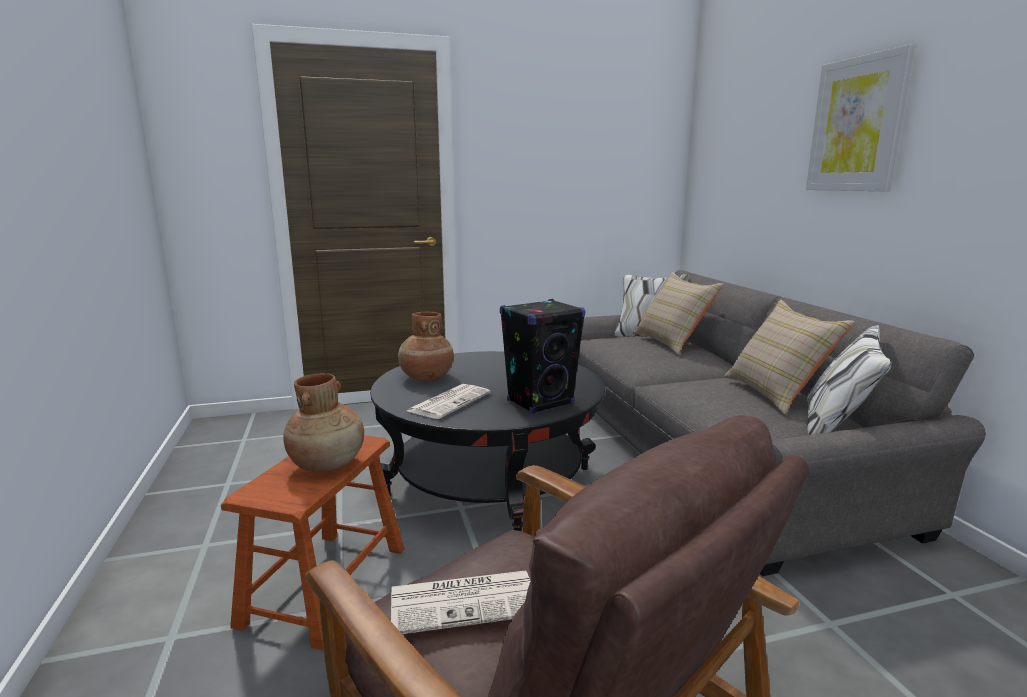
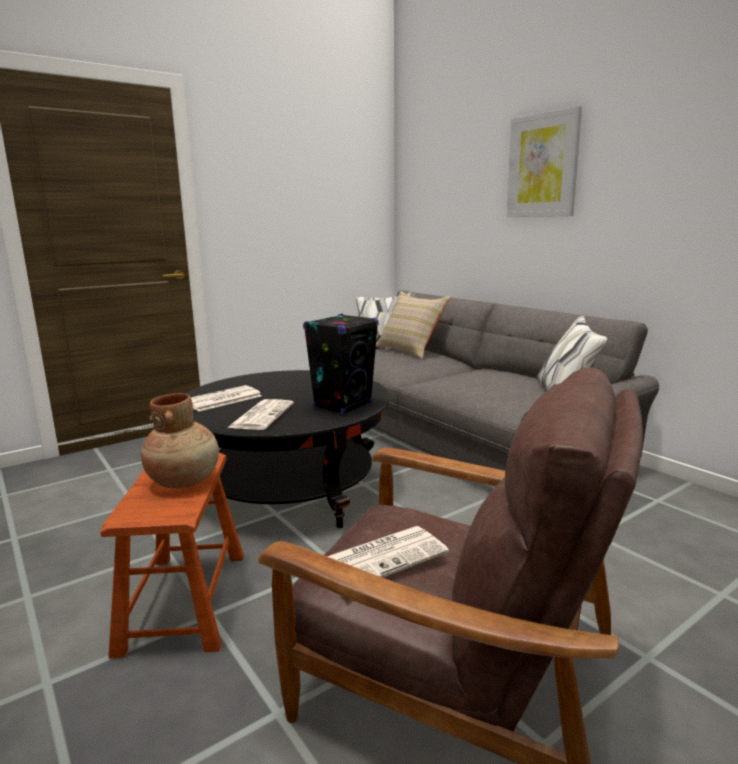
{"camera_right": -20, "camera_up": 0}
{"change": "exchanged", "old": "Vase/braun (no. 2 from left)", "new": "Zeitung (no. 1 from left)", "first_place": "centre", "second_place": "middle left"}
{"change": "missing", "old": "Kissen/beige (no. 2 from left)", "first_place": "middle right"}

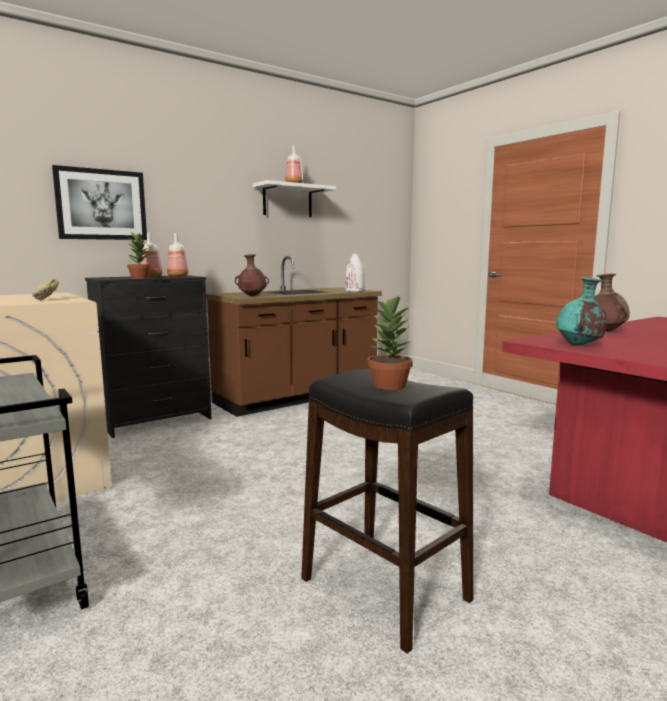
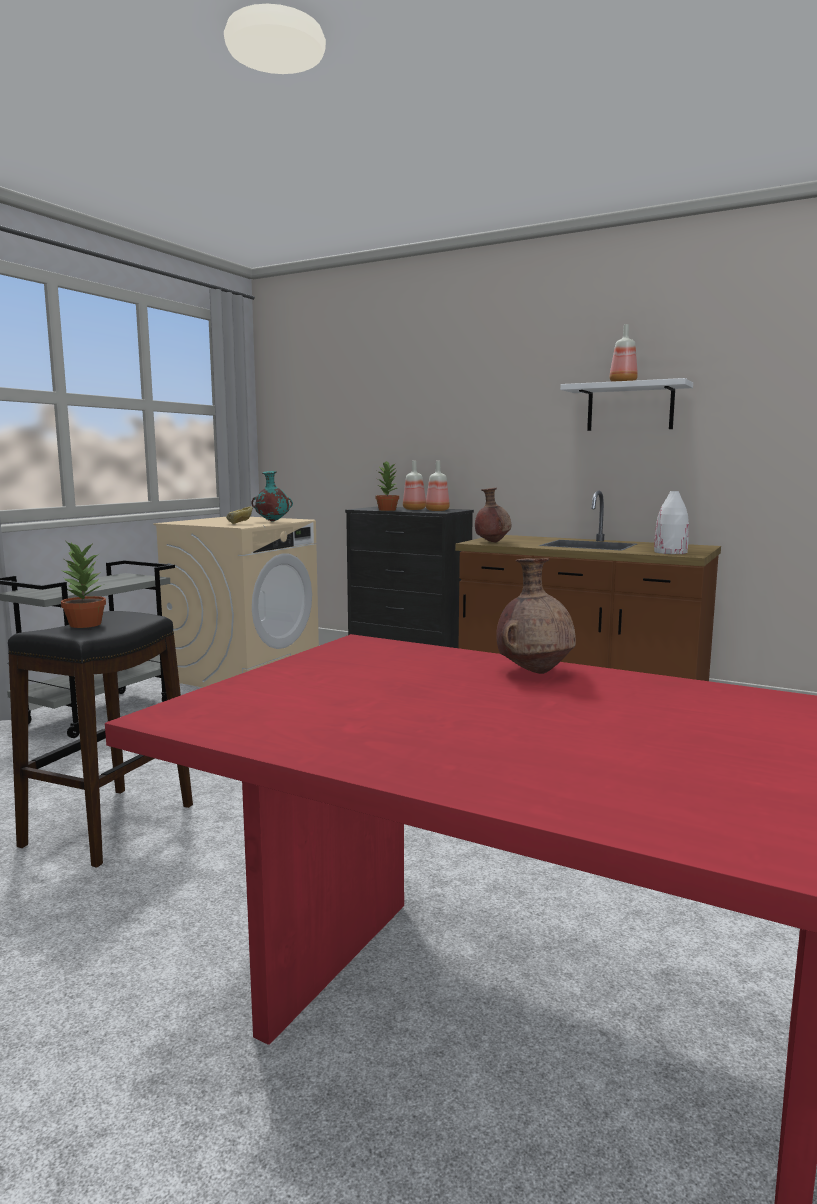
{"camera_right": 65, "camera_up": 0}
{"change": "relocated", "old": "Vase/türkis", "first_place": "middle right", "second_place": "middle left"}
{"change": "missing", "old": "Bild", "first_place": "top left"}

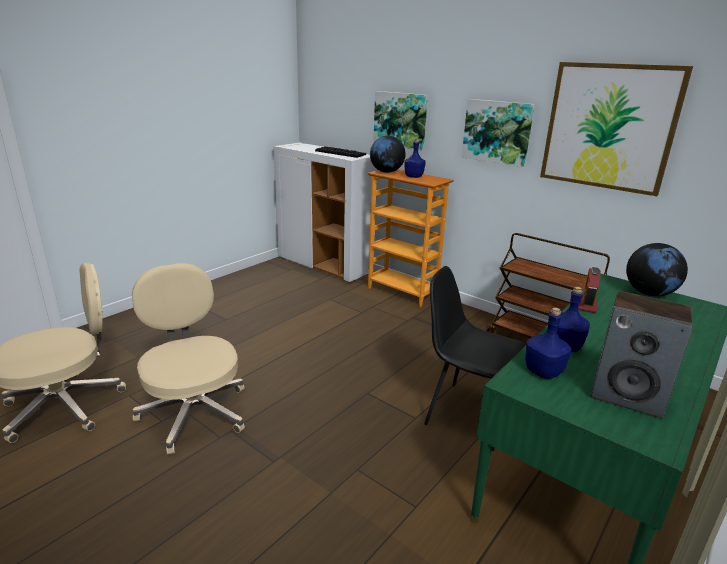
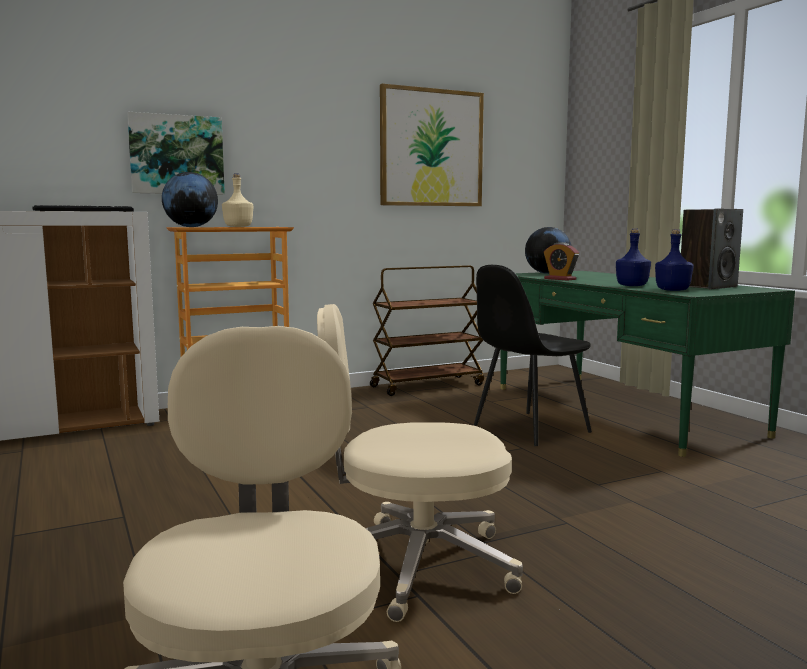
{"camera_right": -65, "camera_up": -15}
{"change": "colour", "old": "Flasche/blau (no. 1 from left)", "new": "Flasche/beige", "first_place": "top centre", "second_place": "top left"}
{"change": "missing", "old": "Bild (no. 2 from left)", "first_place": "top right"}

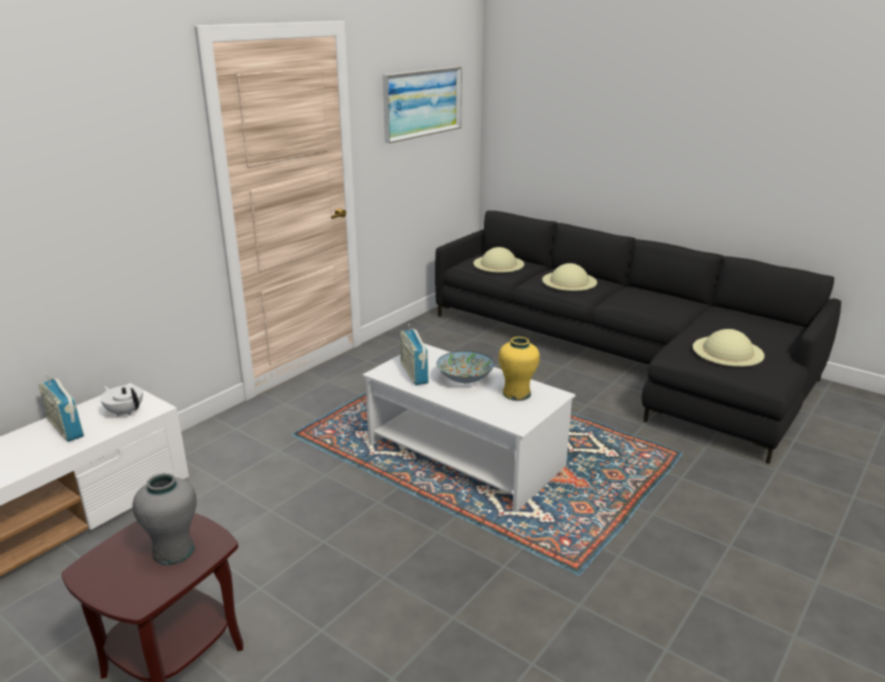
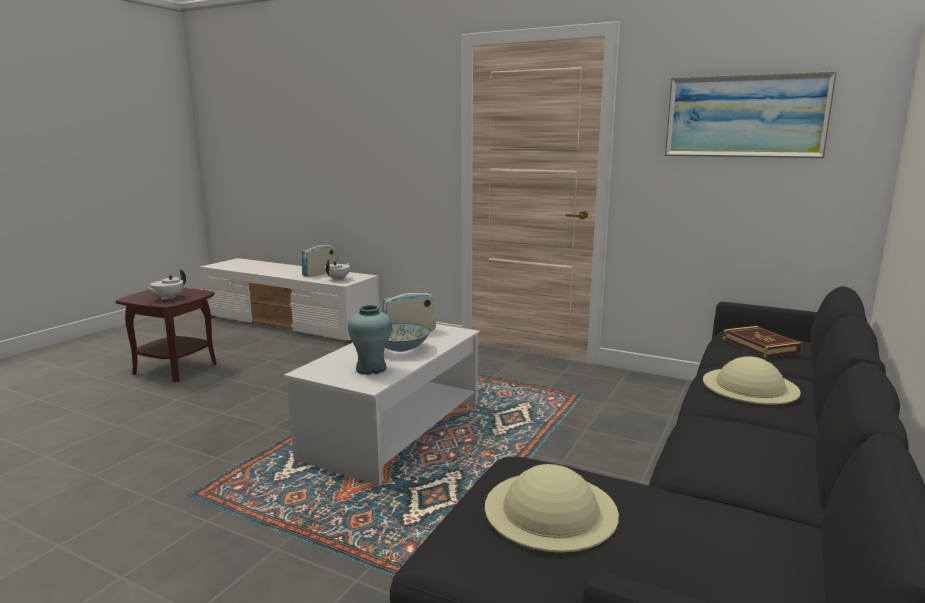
{"camera_right": 80, "camera_up": -10}
{"change": "exchanged", "old": "Vase/grau", "new": "Teekanne/weiß (no. 1 from left)", "first_place": "bottom left", "second_place": "middle left"}
{"change": "colour", "old": "Vase/gelb", "new": "Vase/türkis", "first_place": "centre", "second_place": "centre"}
{"change": "exchanged", "old": "Hut/beige (no. 1 from left)", "new": "Buch", "first_place": "centre", "second_place": "middle right"}

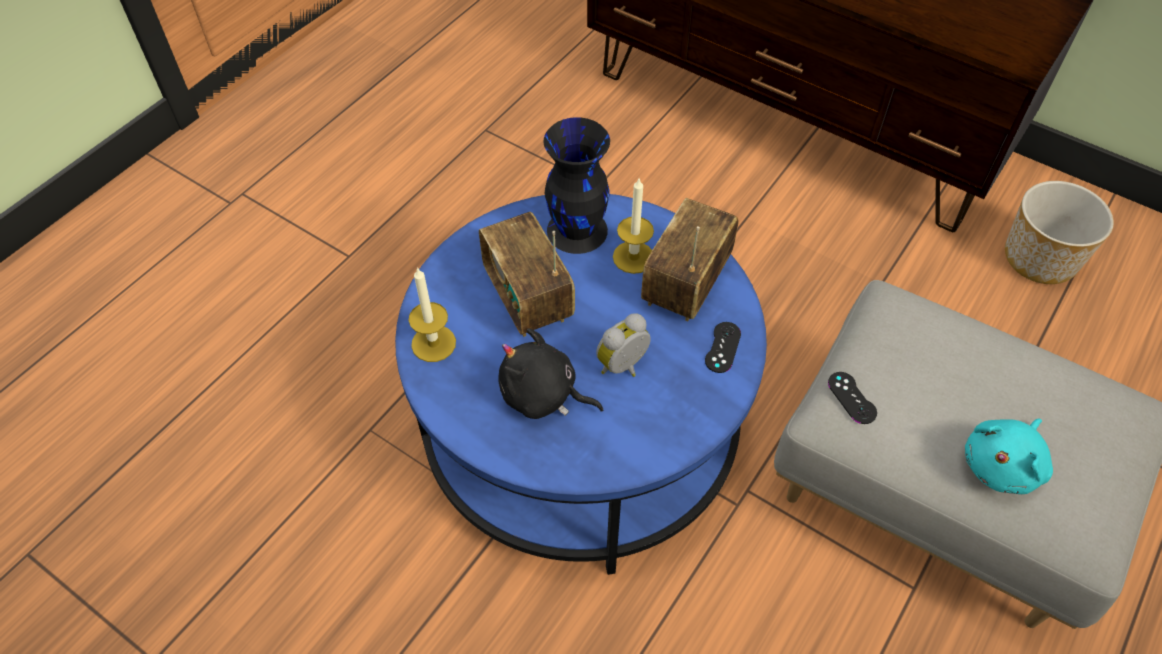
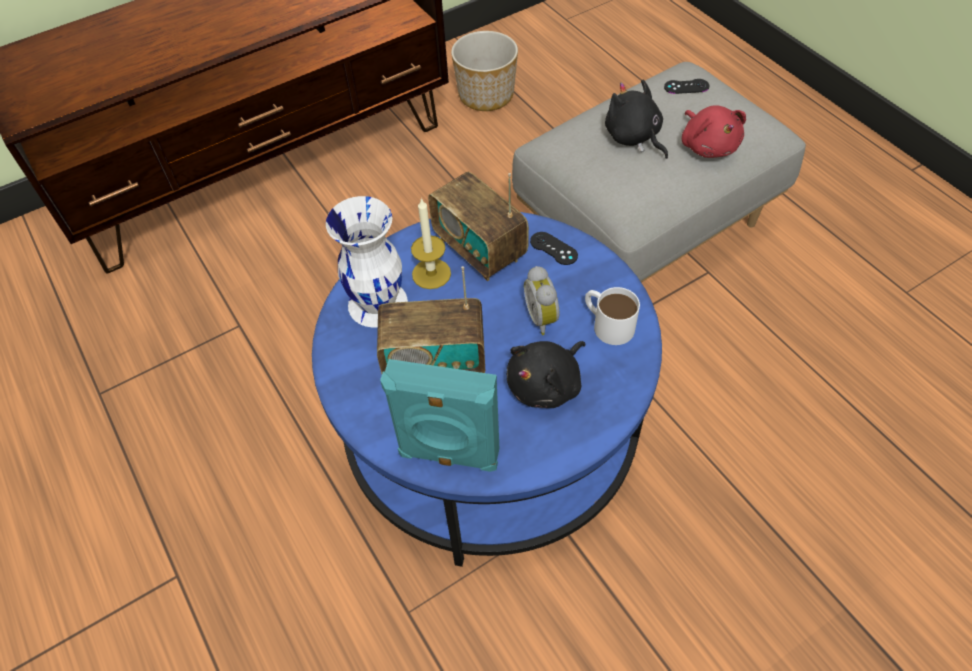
{"camera_right": -65, "camera_up": 0}
{"change": "colour", "old": "Vase/schwarz", "new": "Vase/weiß", "first_place": "top centre", "second_place": "centre"}
{"change": "exchanged", "old": "Kerze (no. 1 from left)", "new": "Lautsprecher/türkis", "first_place": "centre", "second_place": "centre"}
{"change": "appeared", "new": "Henkelbecher/weiß", "second_place": "centre"}
{"change": "appeared", "new": "Plüschtier/schwarz (no. 2 from left)", "second_place": "top centre"}
{"change": "relocated", "old": "Gamepad/schwarz (no. 2 from left)", "first_place": "middle right", "second_place": "top right"}
{"change": "colour", "old": "Plüschtier/türkis", "new": "Plüschtier/rot", "first_place": "bottom right", "second_place": "top right"}

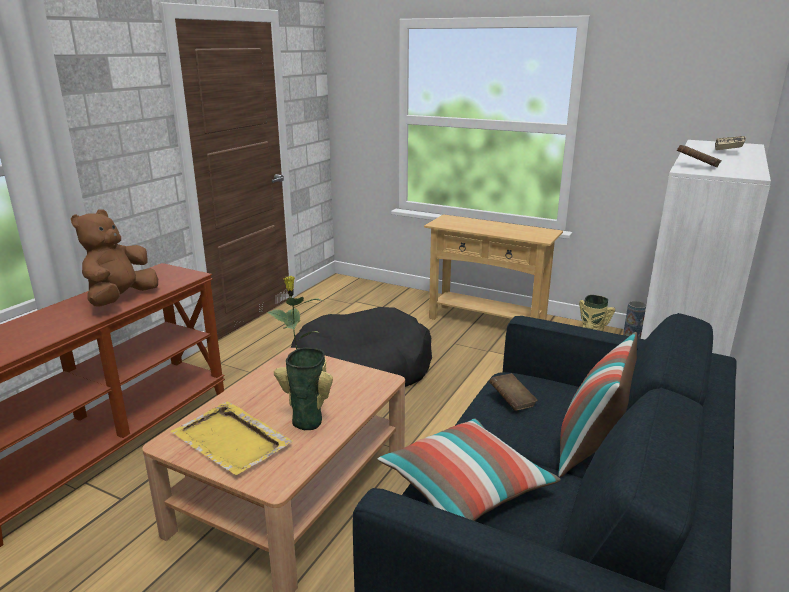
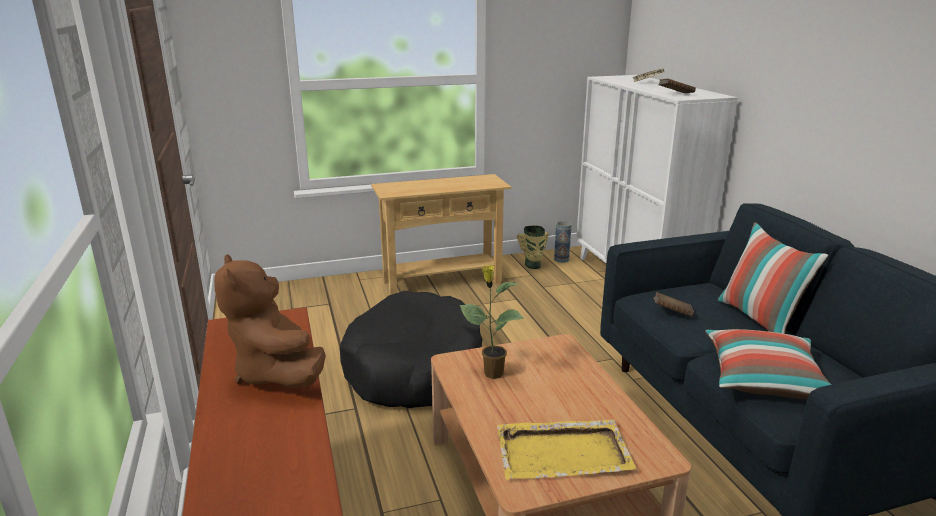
{"camera_right": -45, "camera_up": 0}
{"change": "missing", "old": "Vase (no. 1 from left)", "first_place": "centre"}

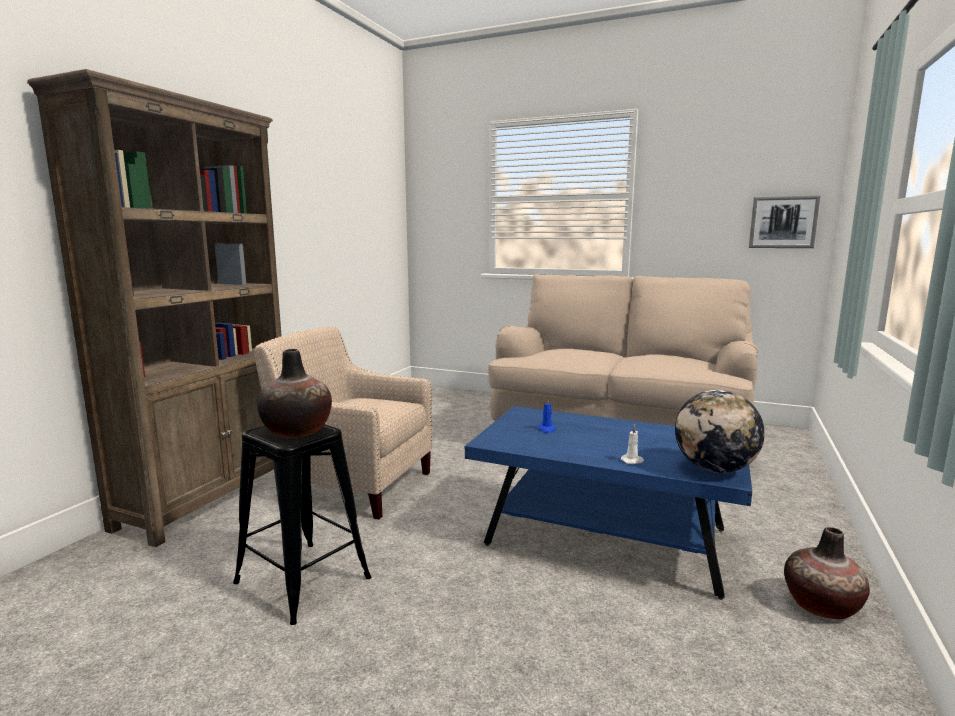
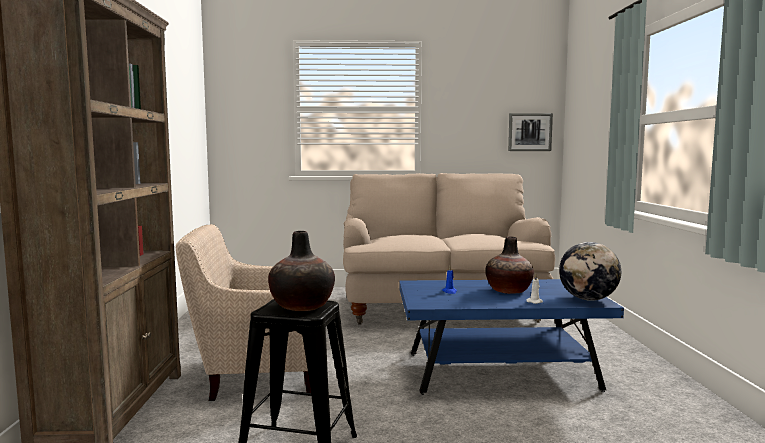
{"camera_right": -25, "camera_up": -5}
{"change": "relocated", "old": "Vase (no. 2 from left)", "first_place": "bottom right", "second_place": "centre"}

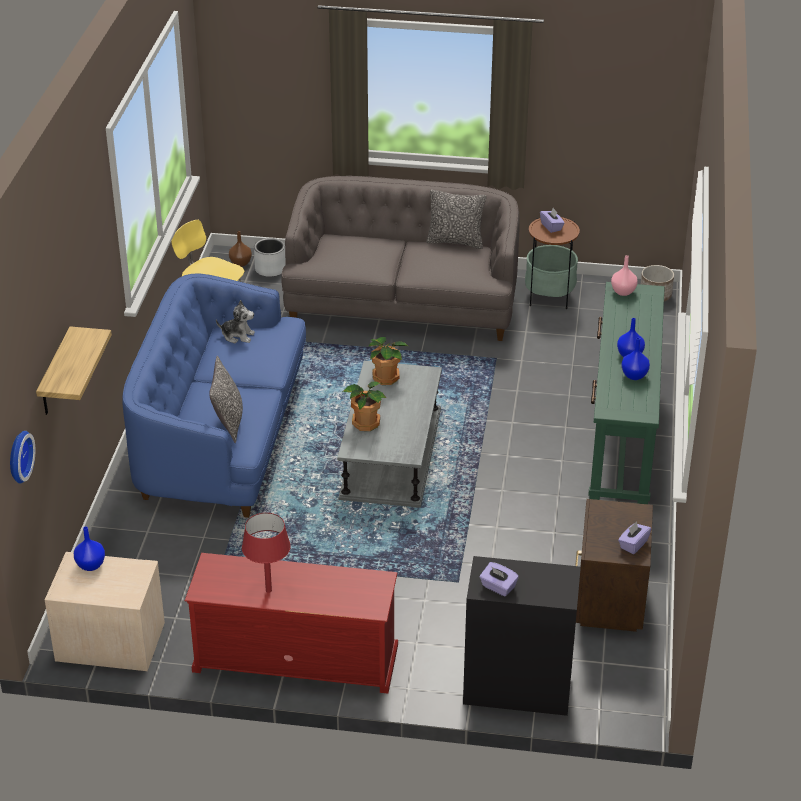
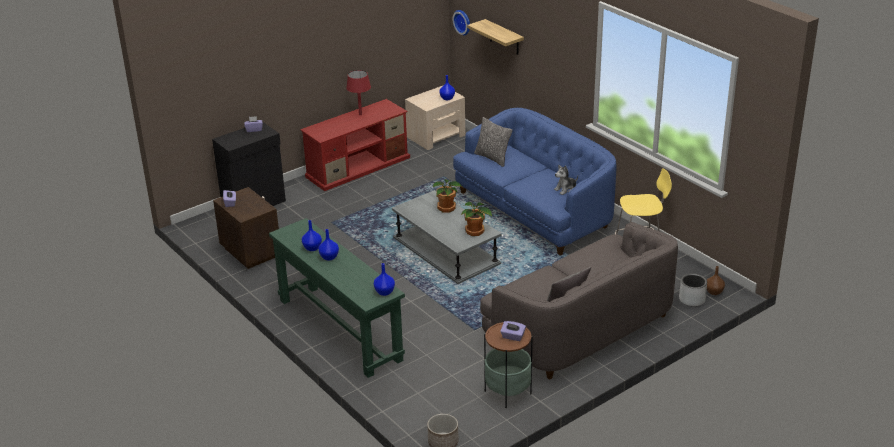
{"camera_right": 135, "camera_up": -5}
{"change": "colour", "old": "Vase/rosa", "new": "Vase/blau (no. 3 from left)", "first_place": "middle right", "second_place": "centre"}

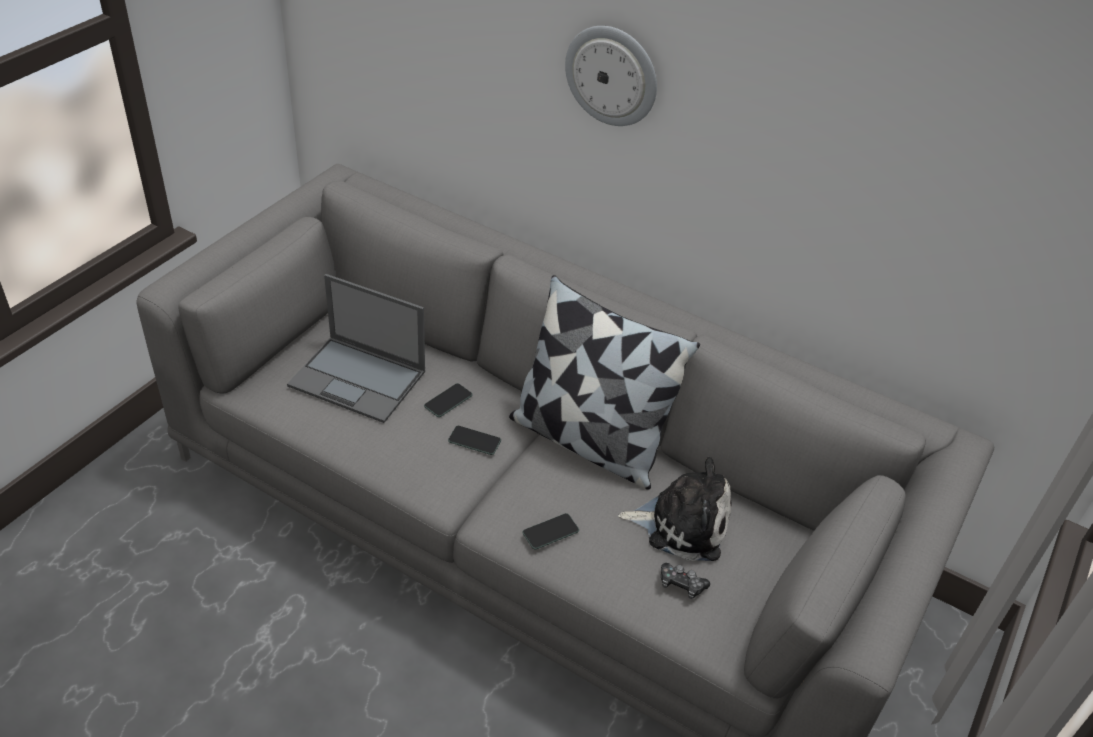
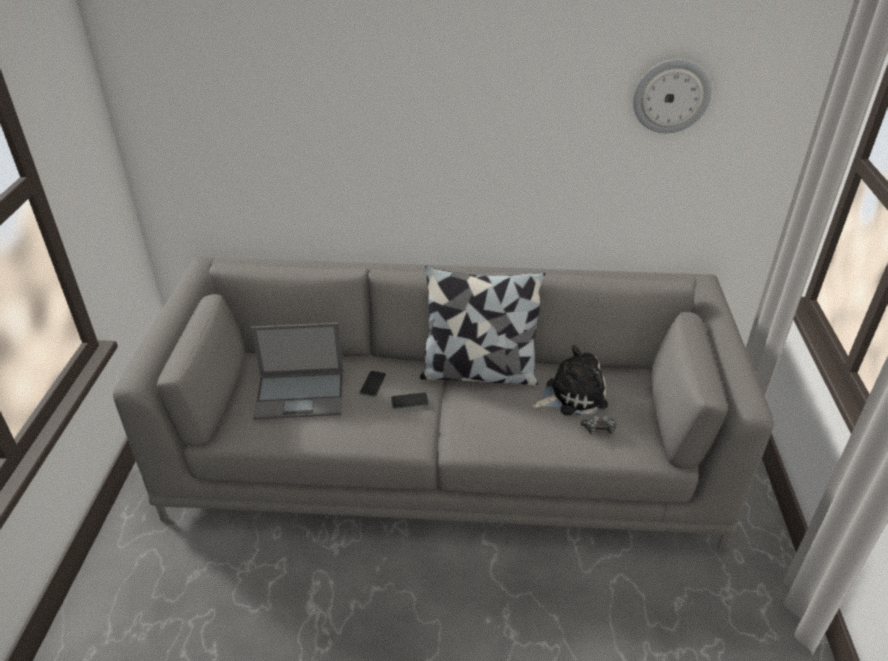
{"camera_right": -25, "camera_up": -5}
{"change": "relocated", "old": "Wanduhr", "first_place": "top centre", "second_place": "top right"}
{"change": "missing", "old": "Handy (no. 3 from left)", "first_place": "bottom centre"}

